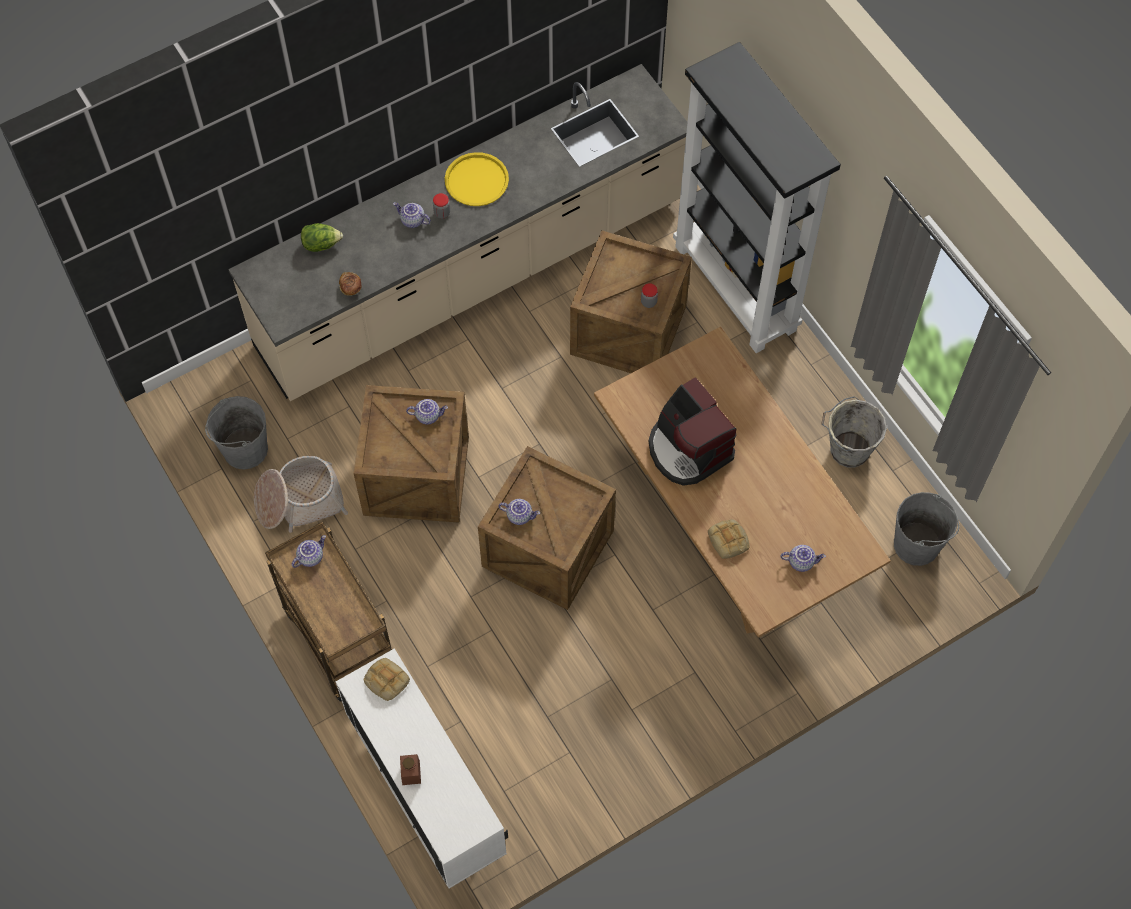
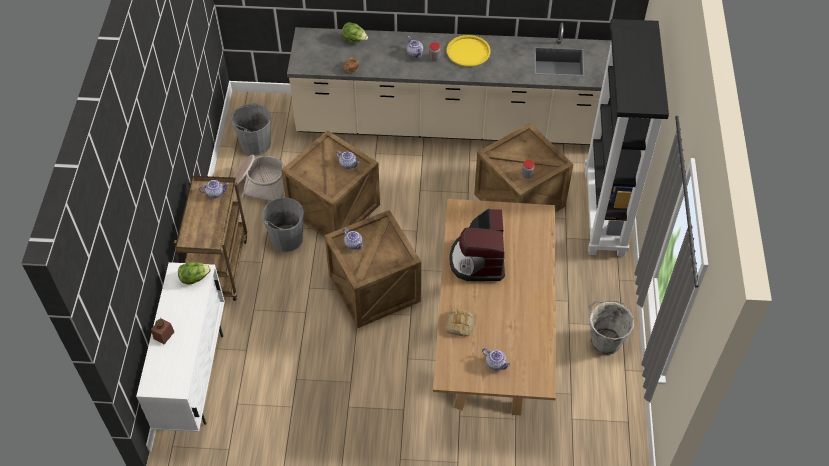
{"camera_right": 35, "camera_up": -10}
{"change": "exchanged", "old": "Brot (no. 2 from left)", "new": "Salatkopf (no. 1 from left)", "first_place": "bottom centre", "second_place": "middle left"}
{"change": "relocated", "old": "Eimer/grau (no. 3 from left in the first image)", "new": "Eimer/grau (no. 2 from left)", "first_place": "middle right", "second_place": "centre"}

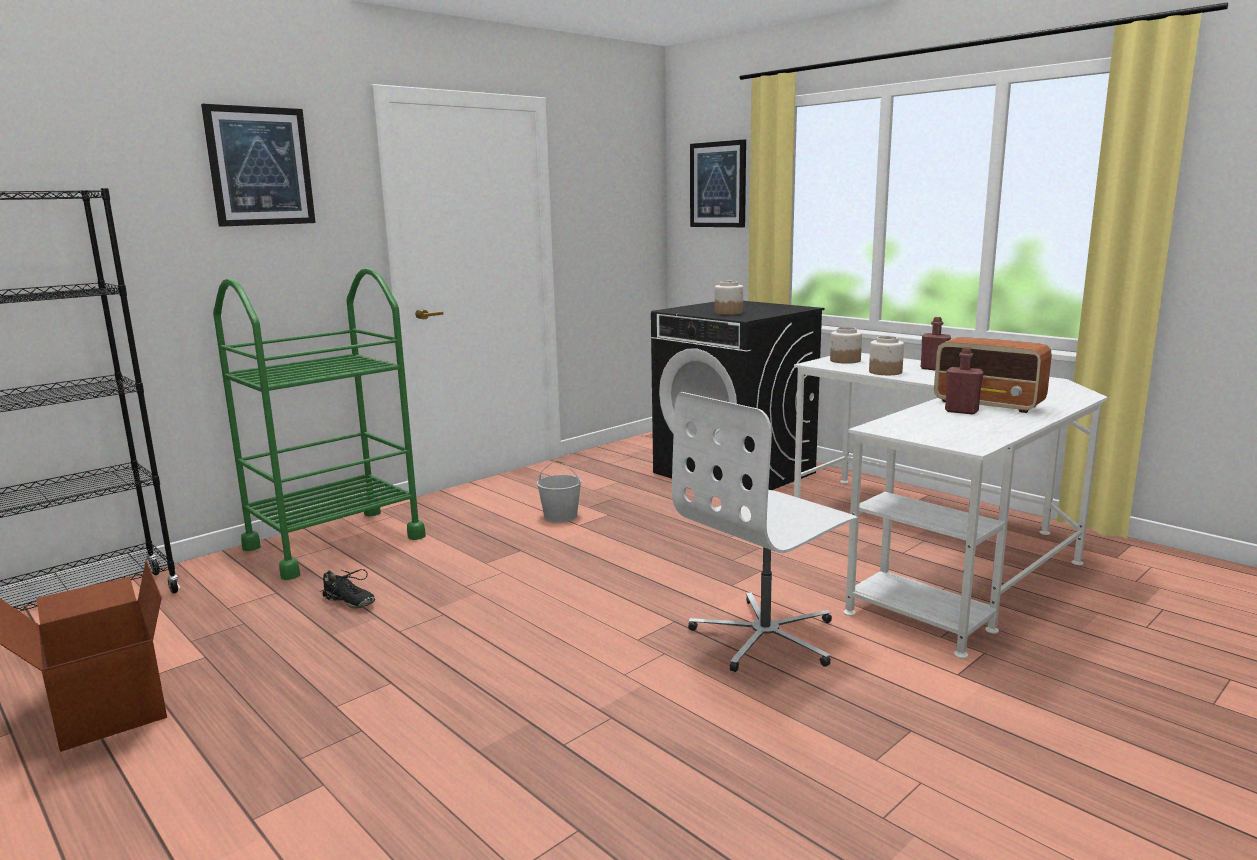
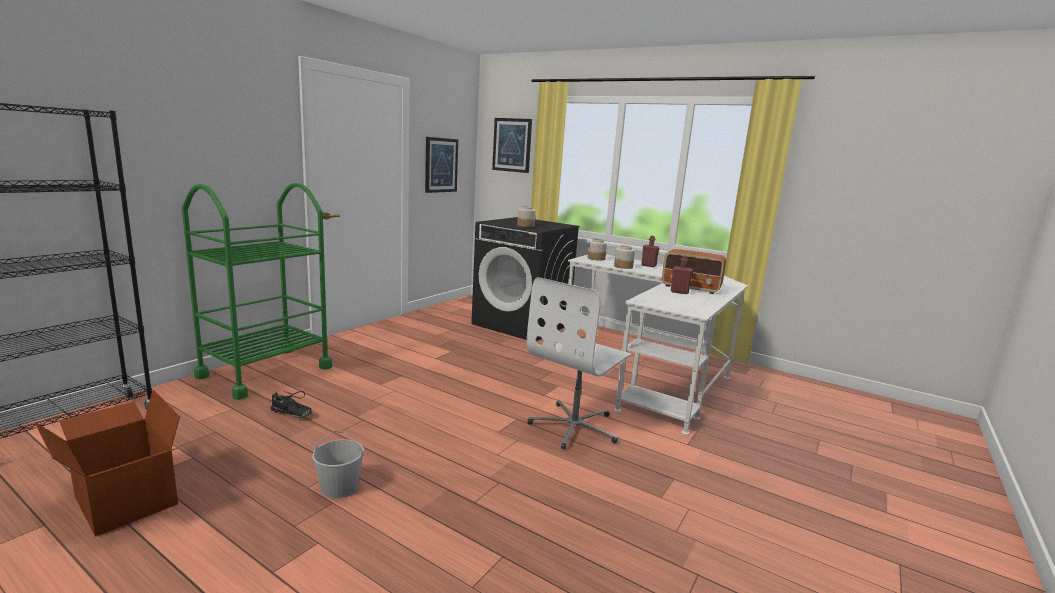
{"camera_right": -15, "camera_up": 0}
{"change": "relocated", "old": "Eimer/weiß", "first_place": "centre", "second_place": "bottom left"}
{"change": "relocated", "old": "Bild (no. 1 from left)", "first_place": "top left", "second_place": "top centre"}

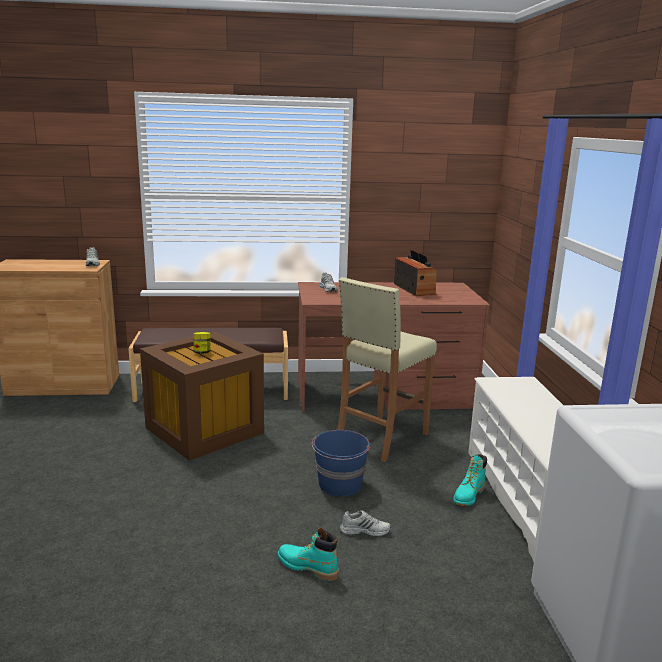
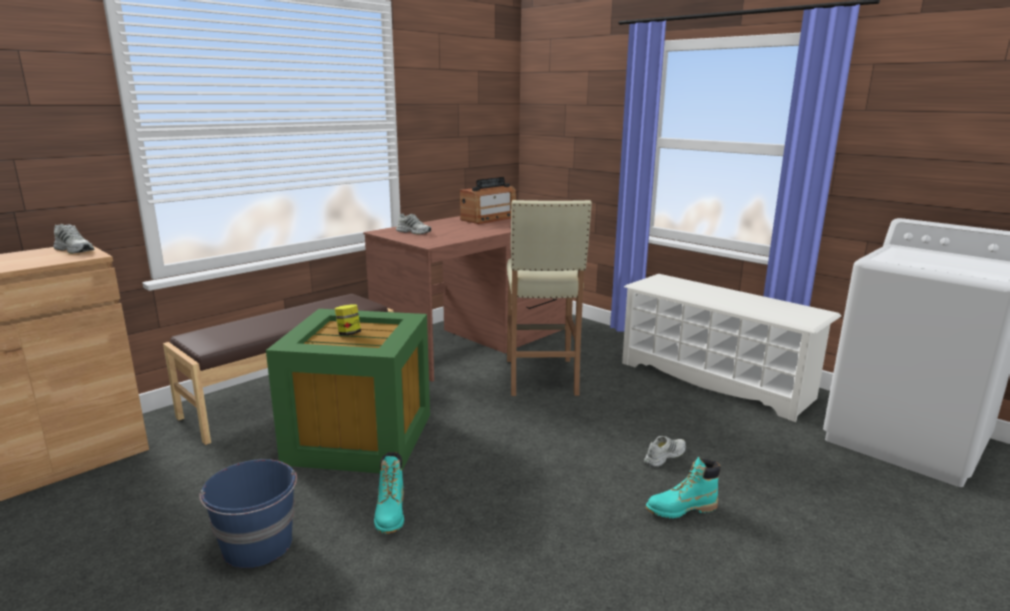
{"camera_right": -40, "camera_up": 0}
{"change": "relocated", "old": "Eimer/blau", "first_place": "bottom centre", "second_place": "bottom left"}
{"change": "colour", "old": "Aufbewahrungsbox/braun", "new": "Aufbewahrungsbox/grün", "first_place": "middle left", "second_place": "centre"}
{"change": "relocated", "old": "Stiefel/türkis (no. 2 from left in the first image)", "new": "Stiefel/türkis (no. 1 from left)", "first_place": "bottom right", "second_place": "bottom centre"}
{"change": "spun", "old": "Radio", "first_place": "centre", "second_place": "top centre", "degrees": 105}

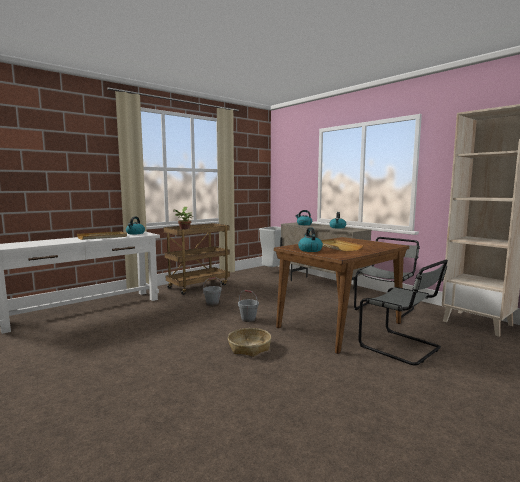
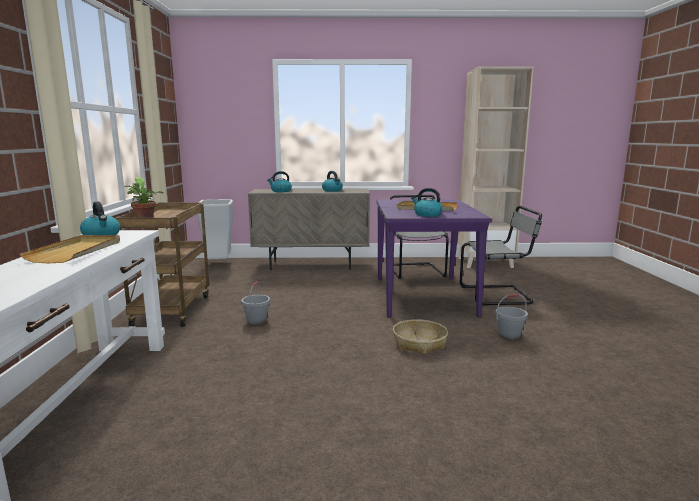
{"camera_right": -50, "camera_up": 5}
{"change": "colour", "old": "Esstisch/braun", "new": "Esstisch/lila", "first_place": "centre", "second_place": "centre"}
{"change": "relocated", "old": "Eimer/grau (no. 2 from left)", "first_place": "centre", "second_place": "middle right"}

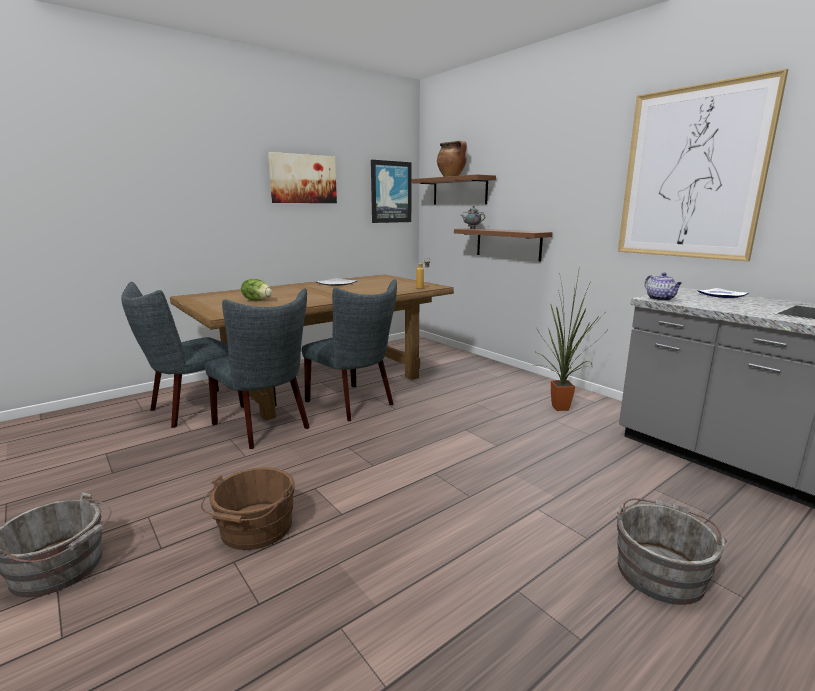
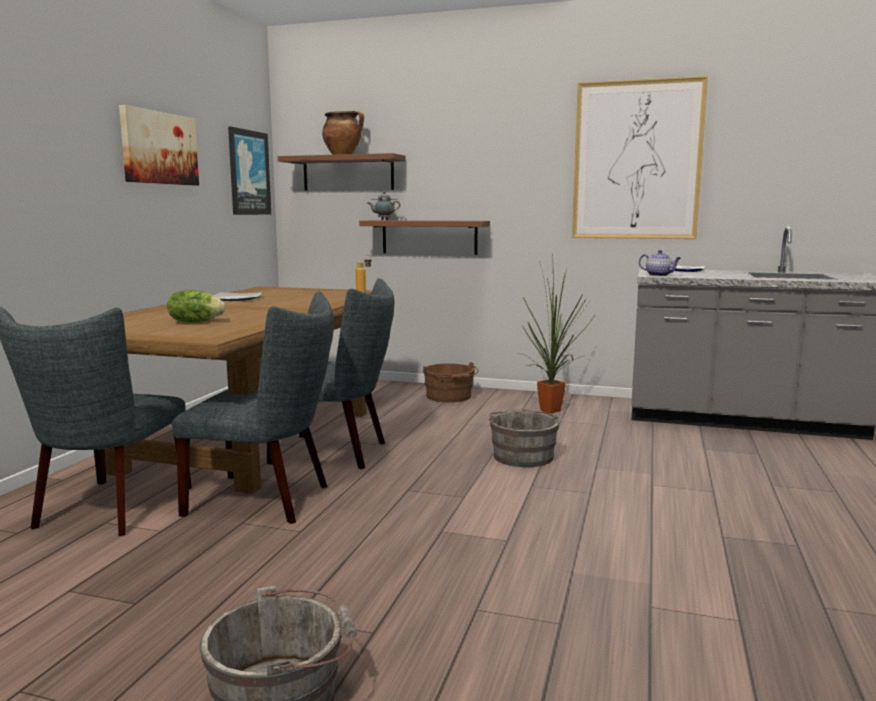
{"camera_right": -35, "camera_up": -5}
{"change": "relocated", "old": "Eimer/braun", "first_place": "bottom left", "second_place": "centre"}
{"change": "relocated", "old": "Eimer/grau (no. 2 from left)", "first_place": "bottom right", "second_place": "centre"}

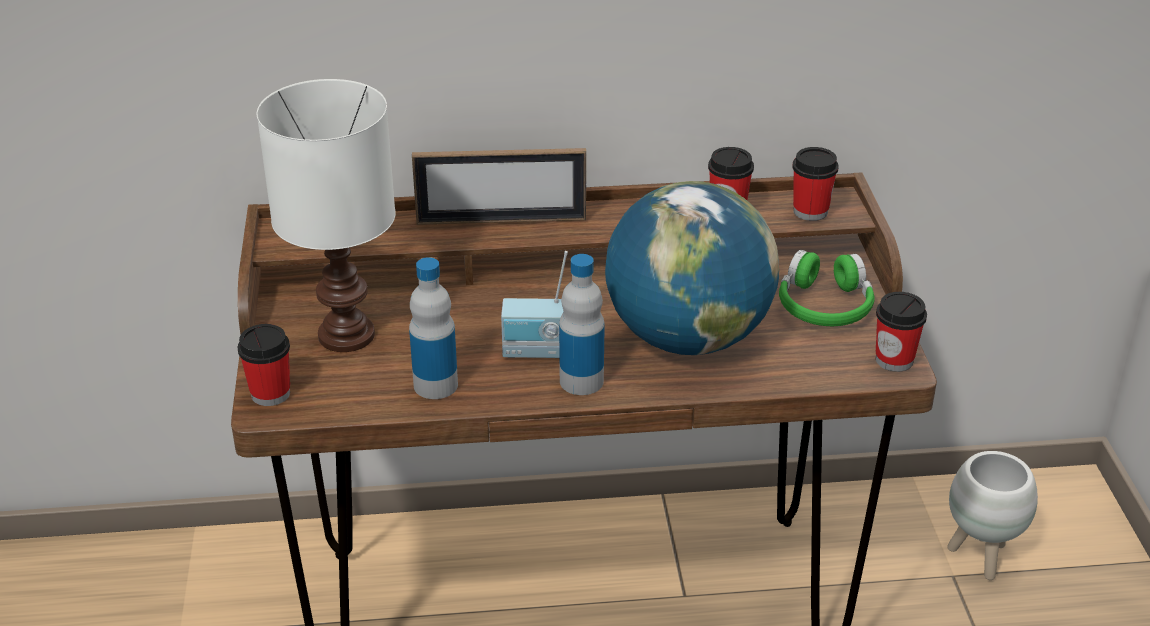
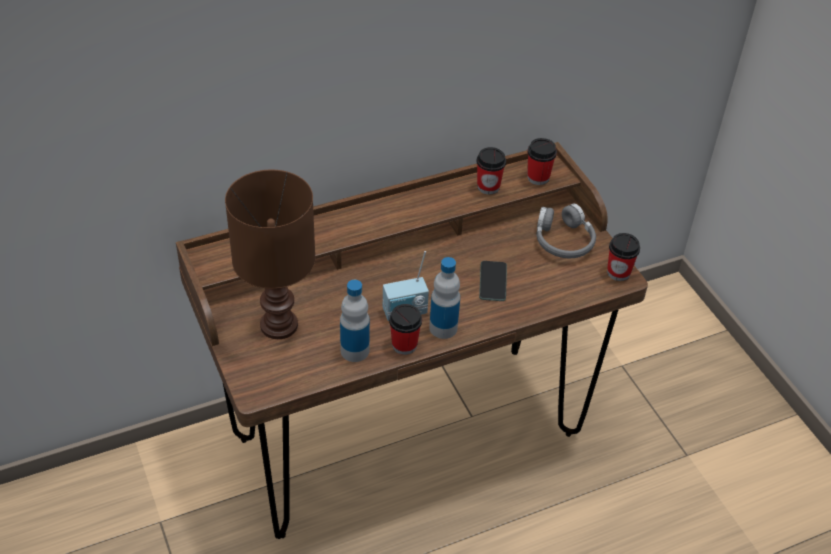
{"camera_right": -20, "camera_up": 10}
{"change": "colour", "old": "Tischlampe/weiß", "new": "Tischlampe/braun", "first_place": "middle left", "second_place": "middle left"}
{"change": "relocated", "old": "Tasse (no. 1 from left)", "first_place": "middle left", "second_place": "centre"}
{"change": "exchanged", "old": "Globus", "new": "Handy", "first_place": "centre", "second_place": "centre"}
{"change": "colour", "old": "Kopfhörer/grün", "new": "Kopfhörer/grau", "first_place": "middle right", "second_place": "middle right"}
{"change": "missing", "old": "Bilderrahmen", "first_place": "top centre"}
{"change": "missing", "old": "Pflanzkübel/weiß", "first_place": "bottom right"}

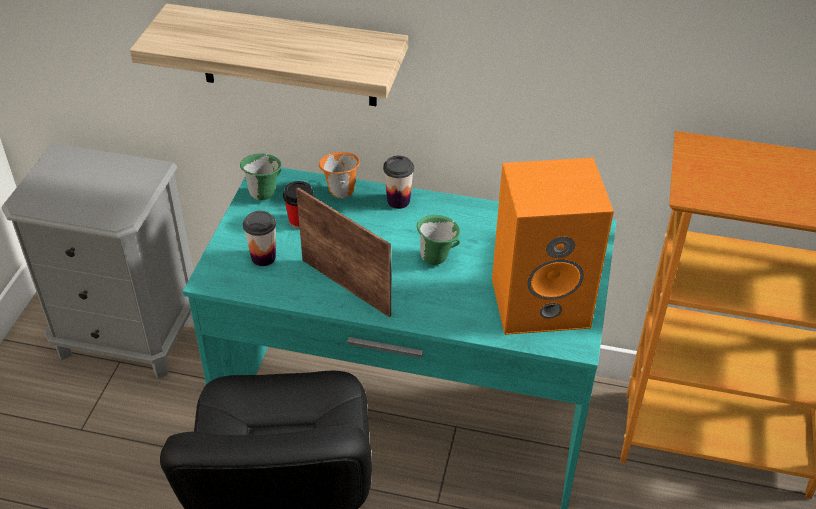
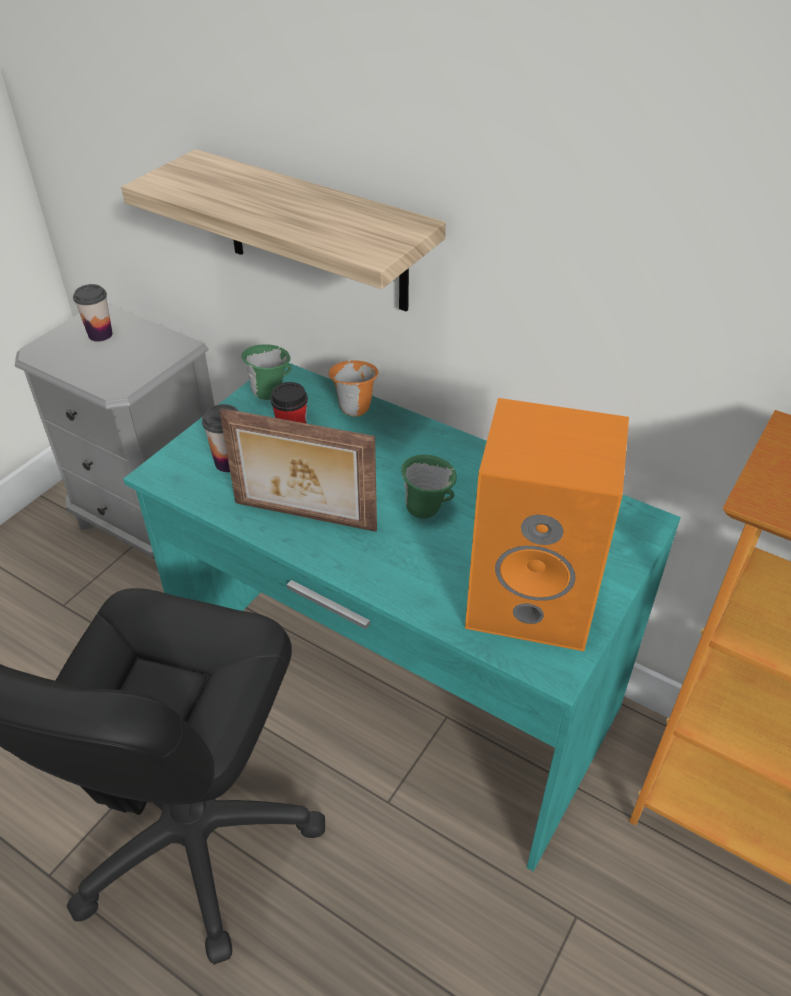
{"camera_right": 20, "camera_up": 0}
{"change": "relocated", "old": "Tasse (no. 3 from left in the first image)", "new": "Tasse (no. 1 from left)", "first_place": "centre", "second_place": "top left"}
{"change": "spun", "old": "Bilderrahmen", "first_place": "centre", "second_place": "centre", "degrees": 135}

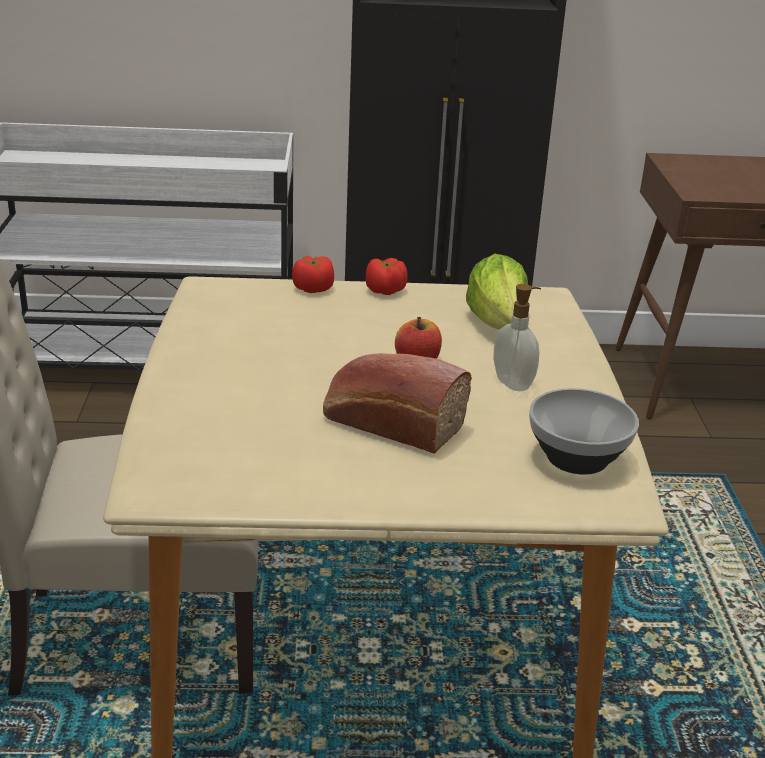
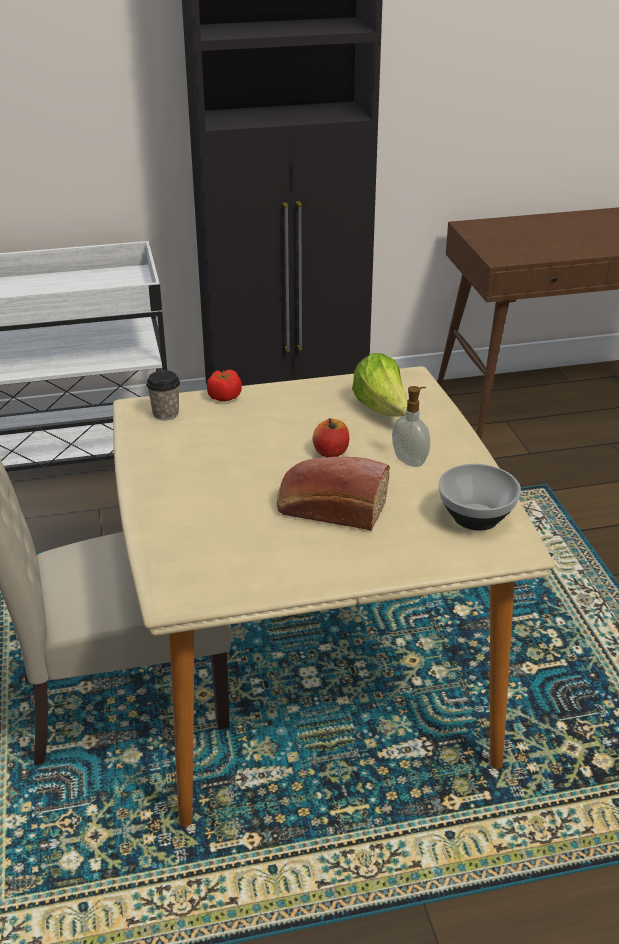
{"camera_right": -10, "camera_up": 5}
{"change": "appeared", "new": "Tasse", "second_place": "middle left"}
{"change": "missing", "old": "Tomate (no. 2 from left)", "first_place": "centre"}

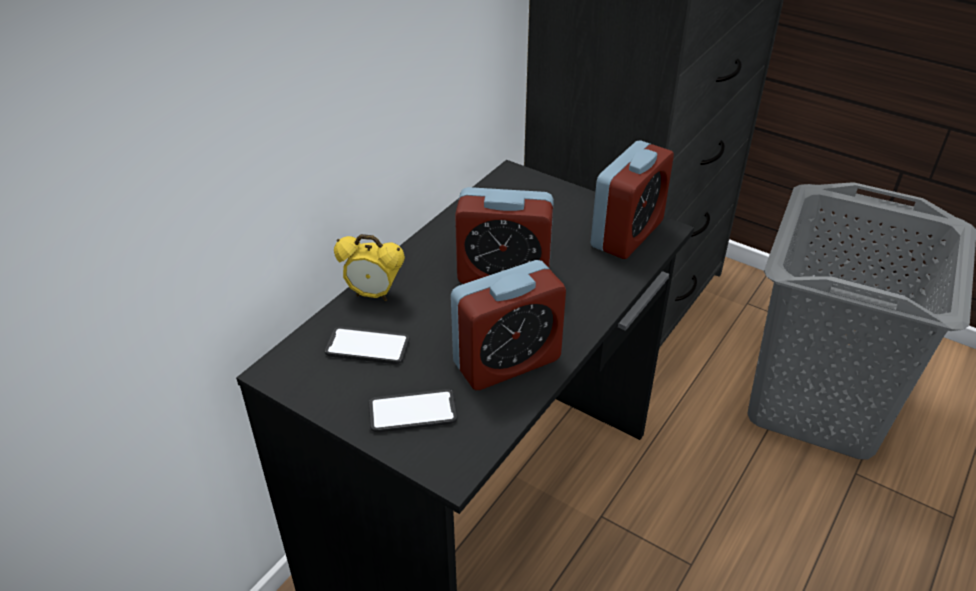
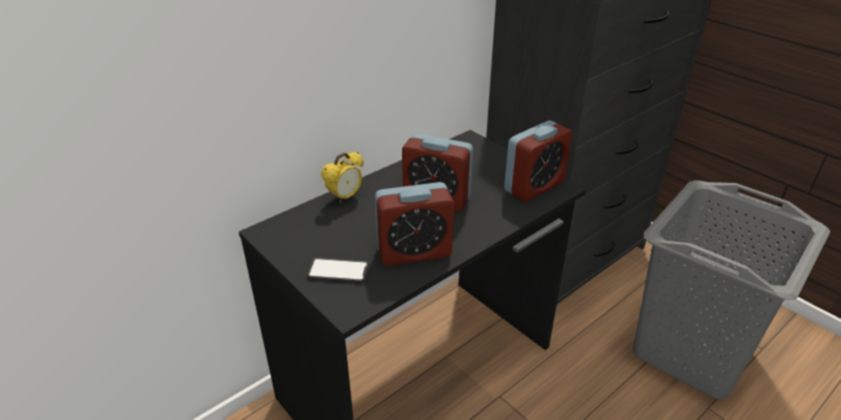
{"camera_right": 15, "camera_up": -5}
{"change": "spun", "old": "Wecker (no. 1 from left)", "first_place": "centre", "second_place": "centre", "degrees": -75}
{"change": "missing", "old": "Handy (no. 1 from left)", "first_place": "centre"}

